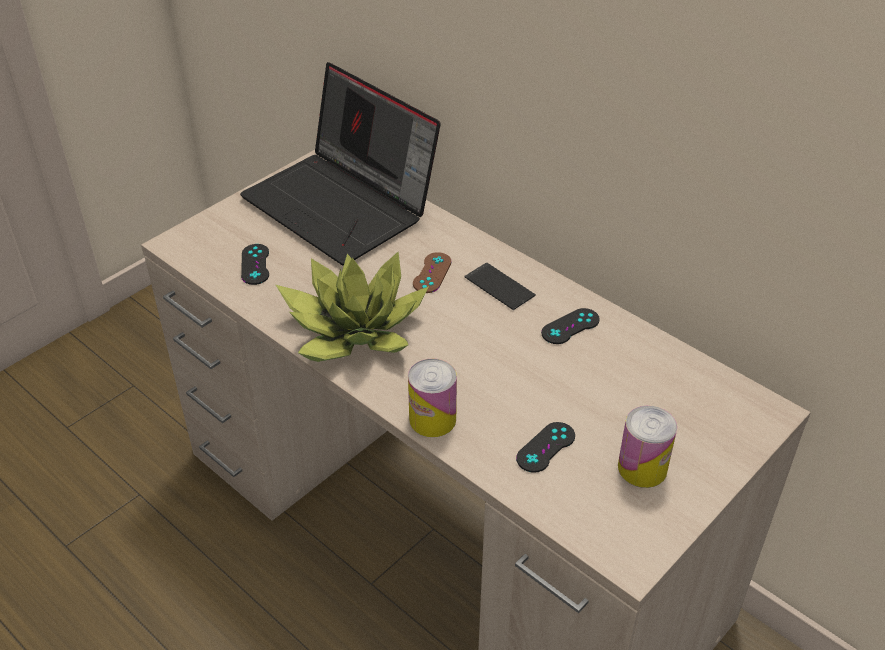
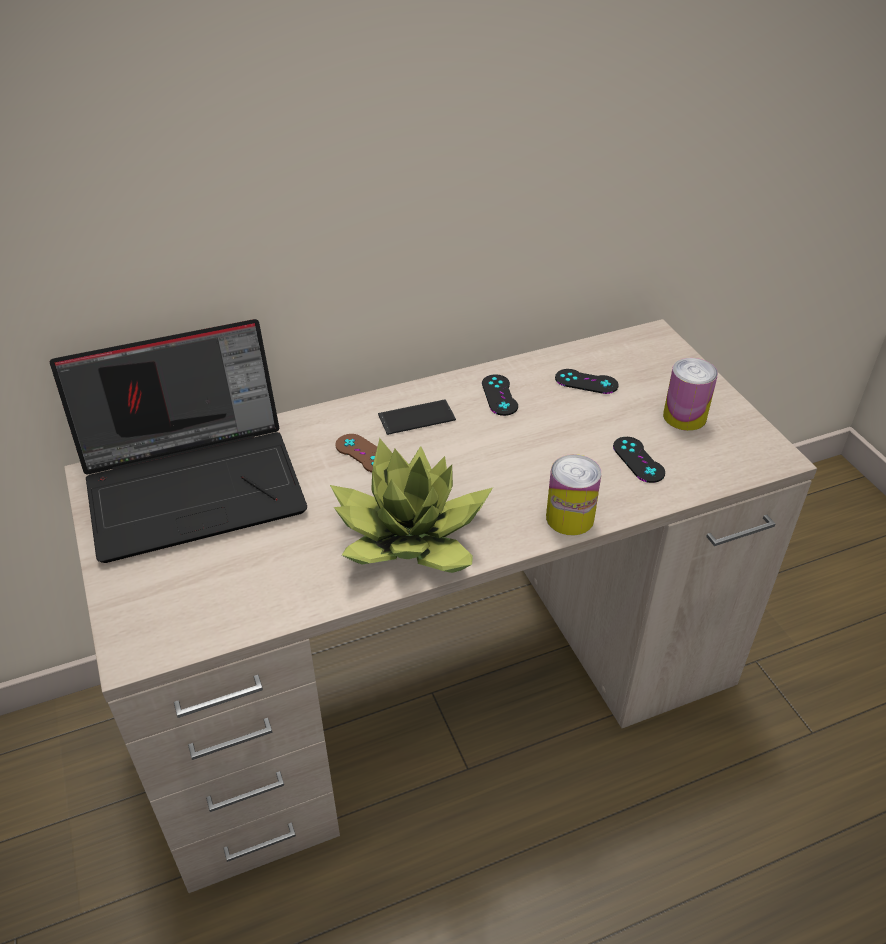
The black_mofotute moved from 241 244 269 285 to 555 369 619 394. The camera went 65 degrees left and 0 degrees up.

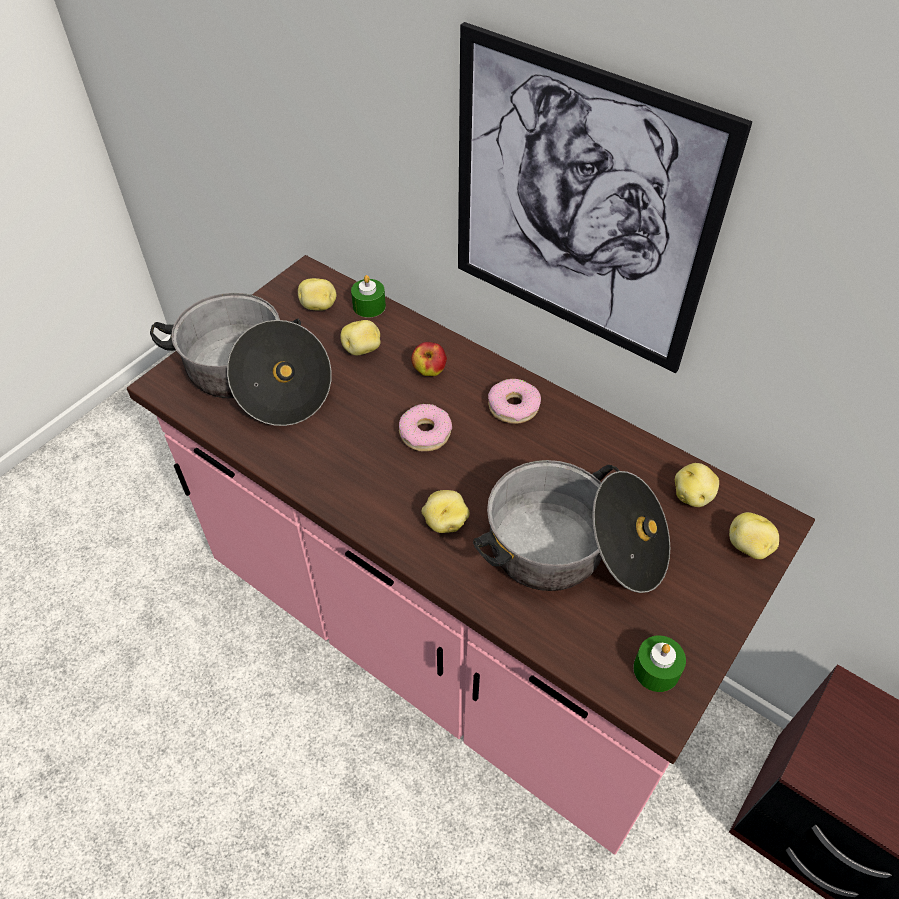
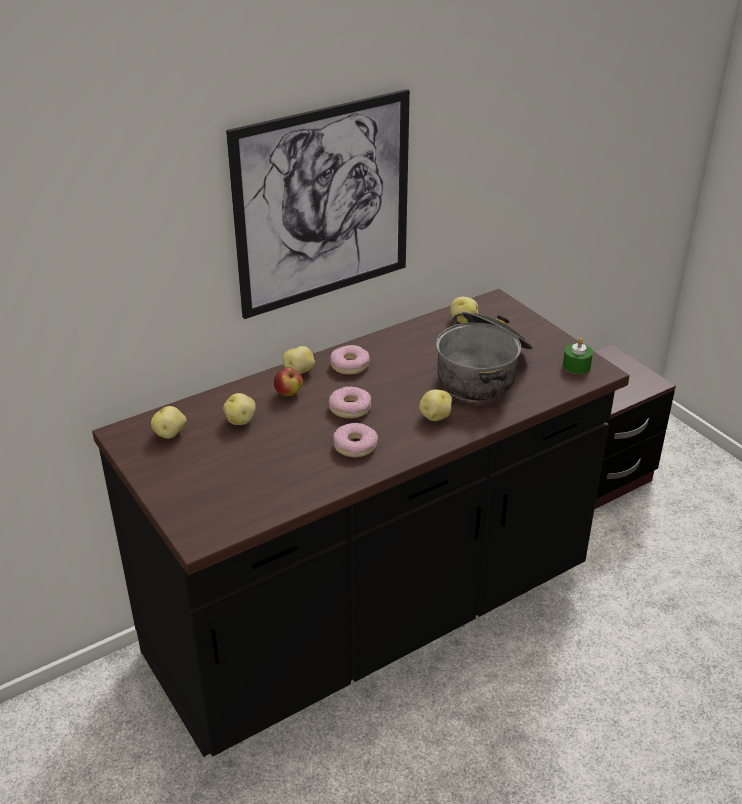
The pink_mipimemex at 127 255 815 855 became the black_mipimemex at 92 289 630 757. The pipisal moved from 729 512 779 559 to 283 346 315 374. The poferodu at 333 423 378 457 appeared. The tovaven at 150 293 332 426 disappeared. The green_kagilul at 351 275 386 318 disappeared. The camera went 70 degrees left and 15 degrees down.

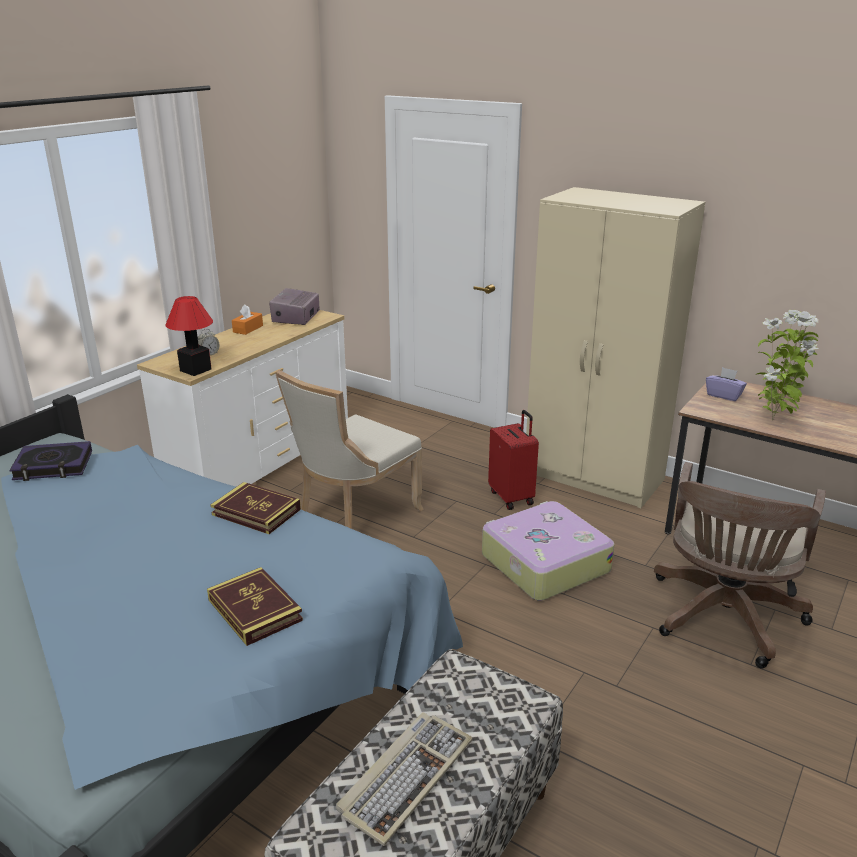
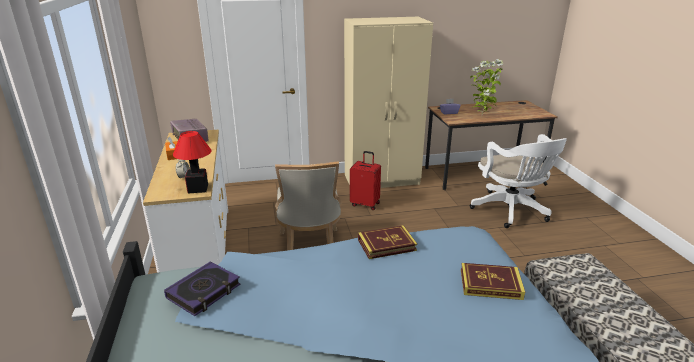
The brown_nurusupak at 654 462 826 668 became the white_nurusupak at 470 134 567 228. The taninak at 336 712 473 846 disappeared. The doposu at 482 501 615 601 disappeared. The camera went 45 degrees left and 0 degrees up.

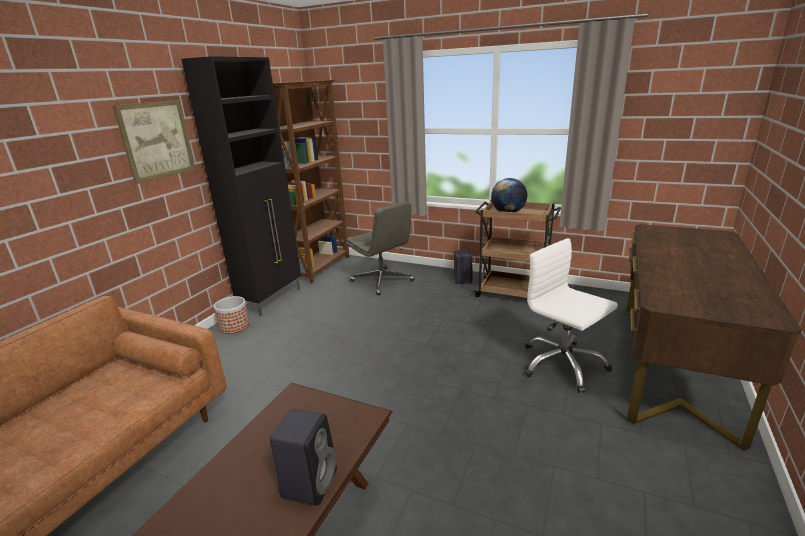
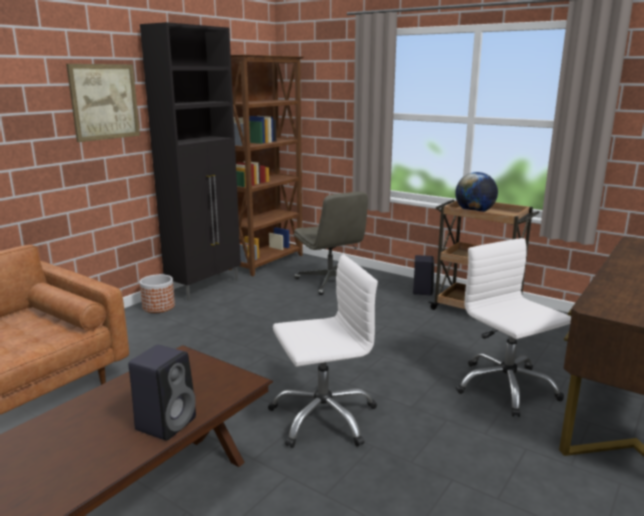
The white_nurusupak at 268 255 378 448 appeared. The camera went 10 degrees right and 5 degrees down.

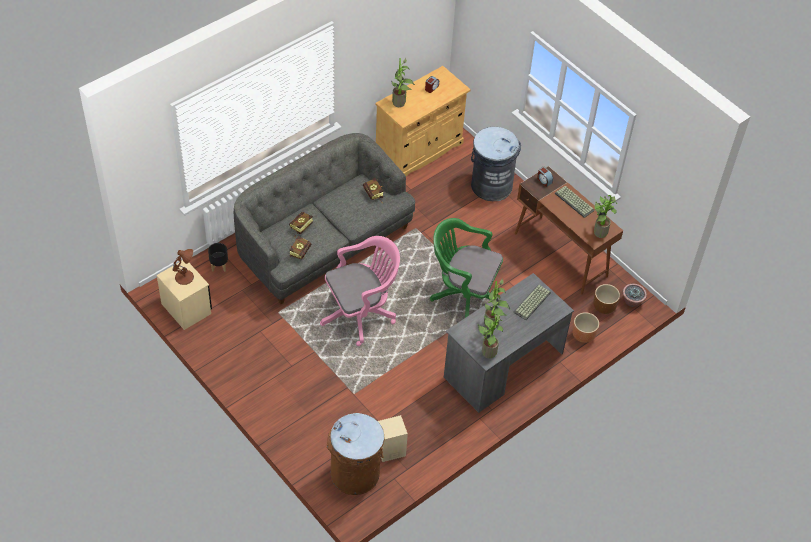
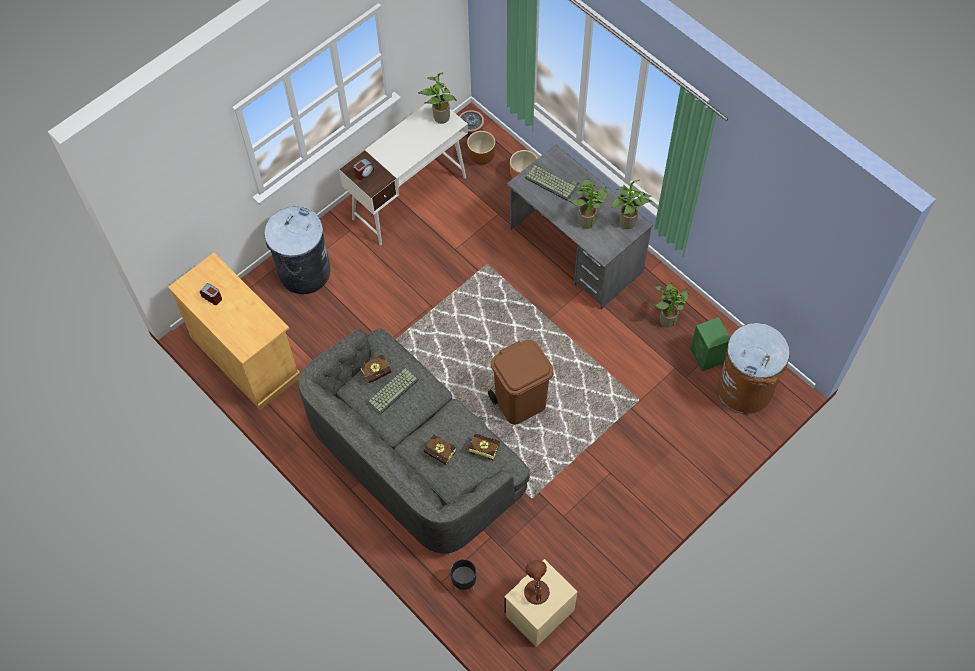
The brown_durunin at 515 166 623 295 became the white_durunin at 339 103 468 245. The taninak moved from 555 186 595 218 to 367 368 419 415. The pink_nurusupak at 320 236 400 346 was replaced by the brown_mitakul at 488 340 554 425. The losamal moved from 391 58 415 107 to 653 283 689 328. The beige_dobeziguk at 378 415 408 462 became the green_dobeziguk at 690 317 730 371. The green_nurusupak at 430 218 503 318 disappeared. The camera went 90 degrees left and 10 degrees up.

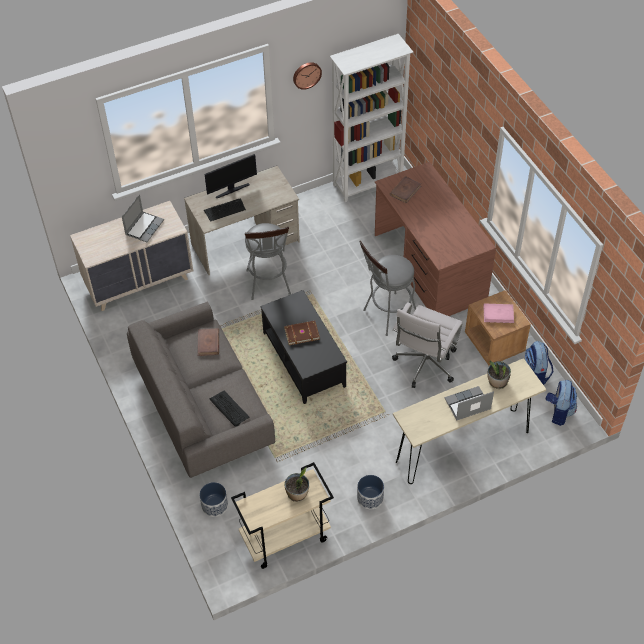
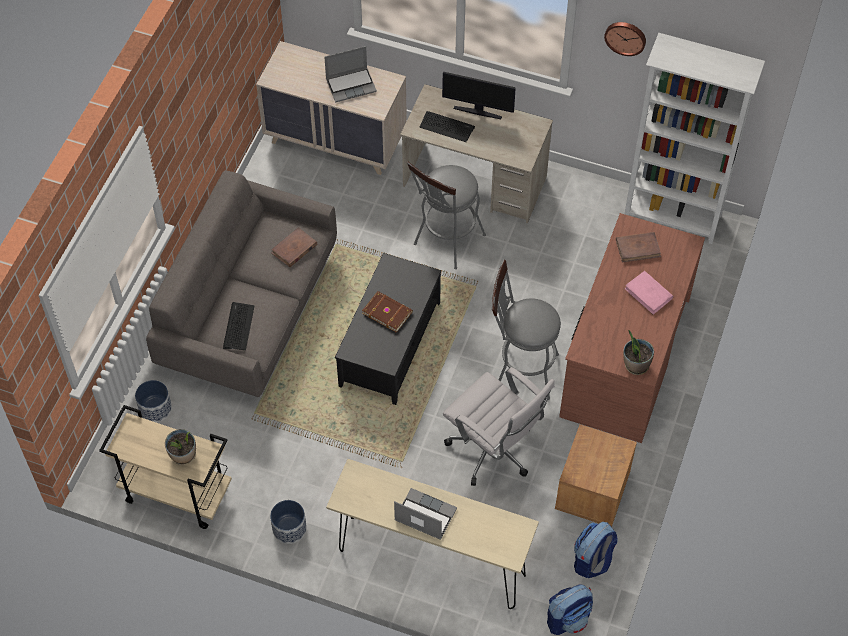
The white_nurusupak at 392 302 463 388 turned 120 degrees counterclockwise. The losamal moved from 487 361 511 389 to 623 330 654 375. The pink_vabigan moved from 483 303 514 323 to 625 271 673 315. The camera went 45 degrees right and 5 degrees up.

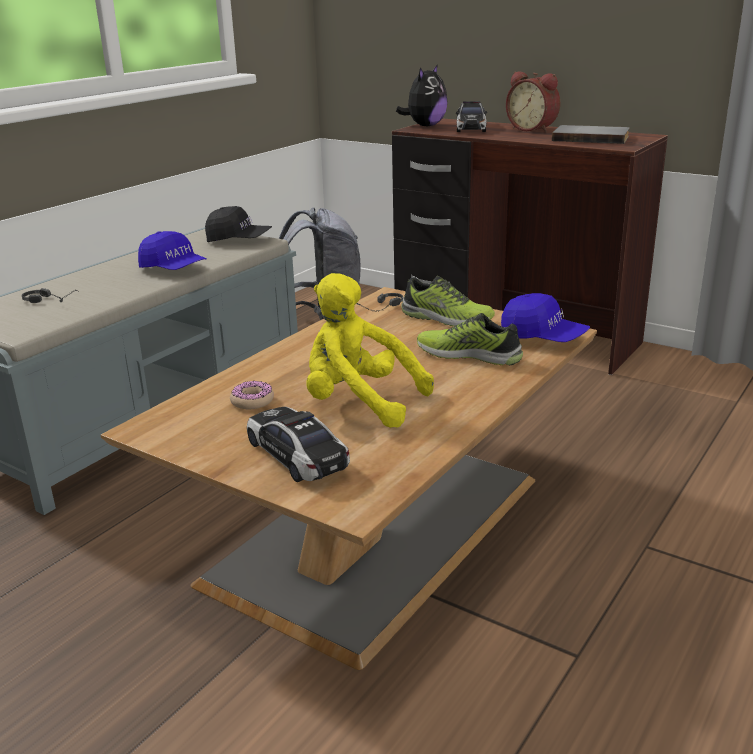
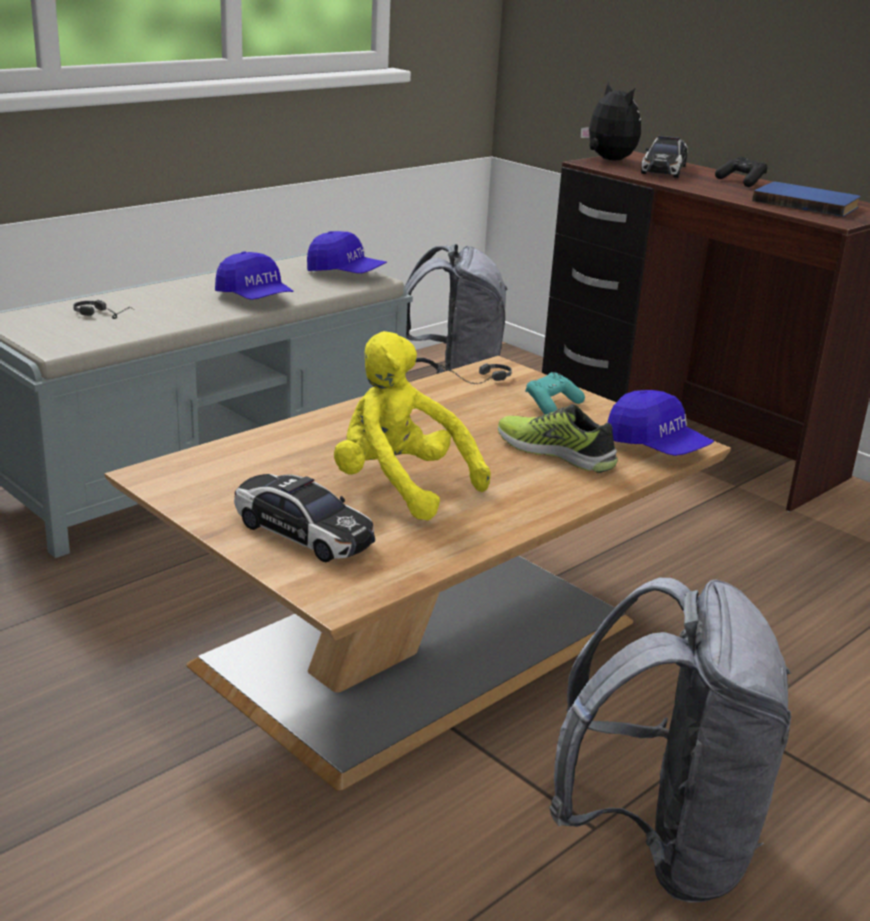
The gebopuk at 247 407 350 482 turned 150 degrees clockwise. The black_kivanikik at 205 206 272 242 became the blue_kivanikik at 307 231 387 273. The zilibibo at 401 276 495 326 was replaced by the turquoise_mofotute at 525 372 585 414. The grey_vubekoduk at 549 578 791 903 appeared. The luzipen at 396 64 448 126 turned 75 degrees counterclockwise. The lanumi at 506 71 560 132 was replaced by the black_mofotute at 715 157 767 187. The grey_vabigan at 552 125 630 144 became the blue_vabigan at 752 182 861 217. The poferodu at 230 380 274 409 disappeared. The camera went 10 degrees right and 0 degrees up.

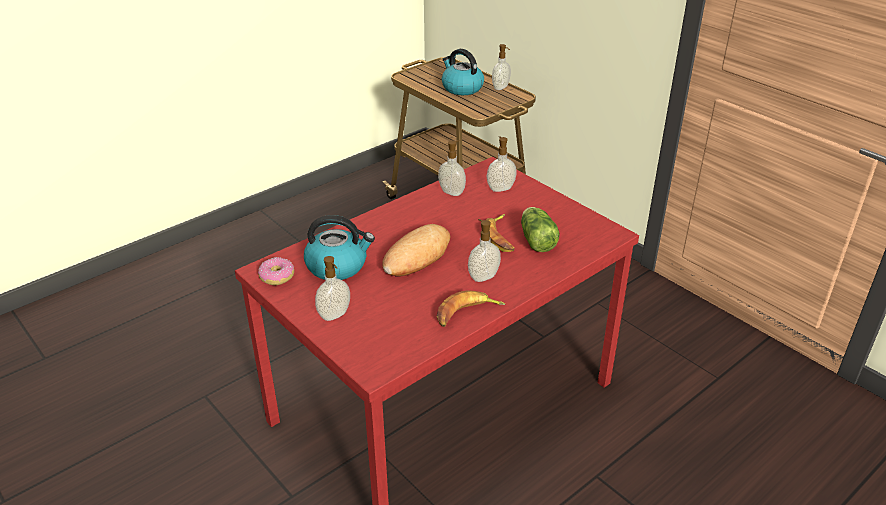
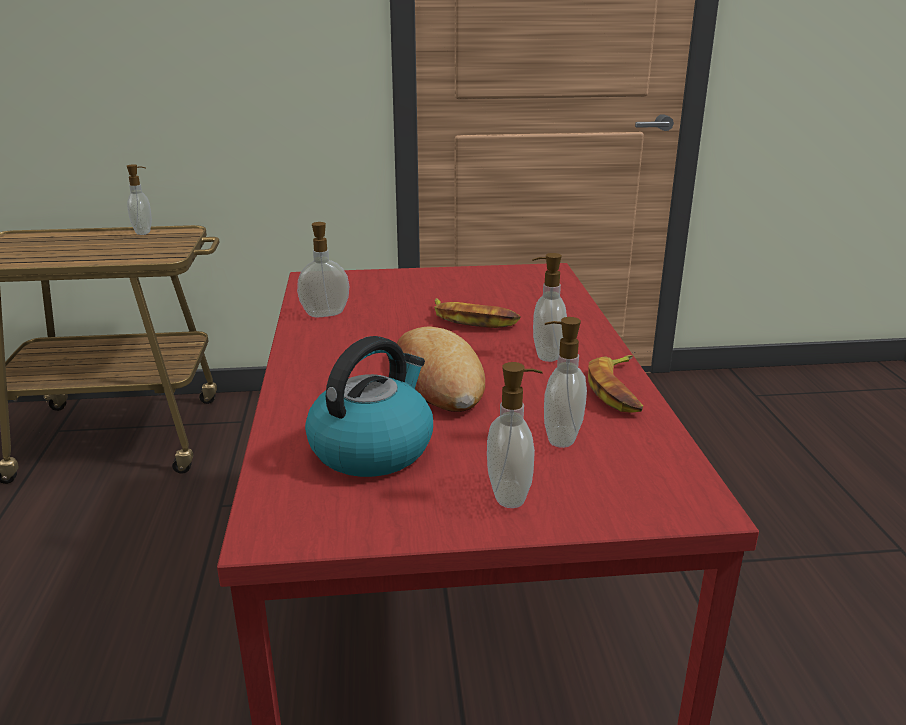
The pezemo moved from 487 136 517 192 to 544 317 587 448. The poferodu at 258 257 294 285 disappeared. The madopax at 442 49 484 95 disappeared. The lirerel at 521 207 560 252 disappeared. The camera went 55 degrees left and 10 degrees down.

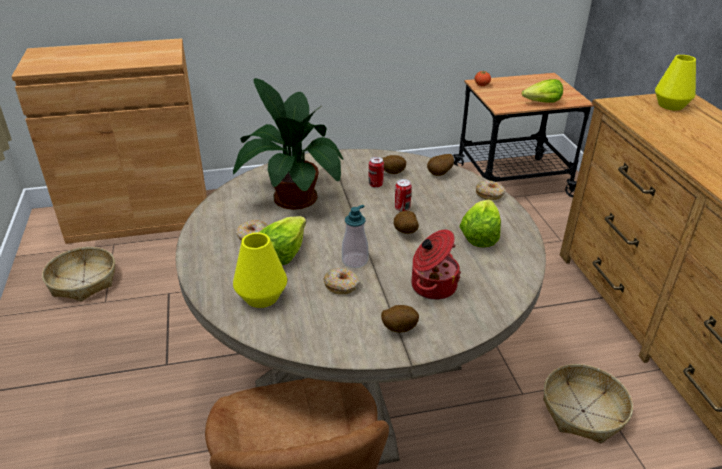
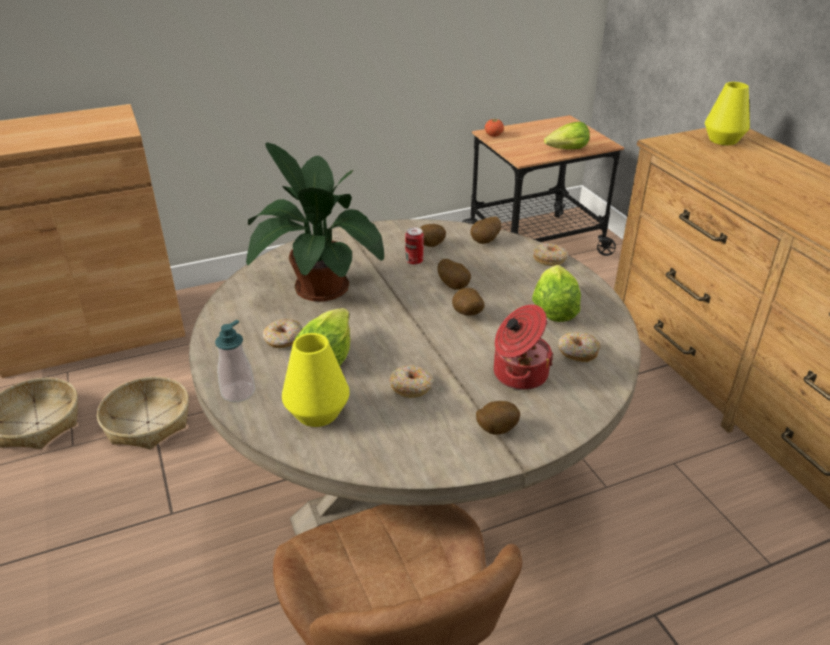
The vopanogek moved from 543 364 633 444 to 97 377 189 449. The pezemo moved from 342 205 368 268 to 215 320 255 402. The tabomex at 395 179 412 211 was replaced by the pipisal at 438 259 471 290. The poferodu at 558 332 601 362 appeared. The camera went 10 degrees left and 0 degrees up.

